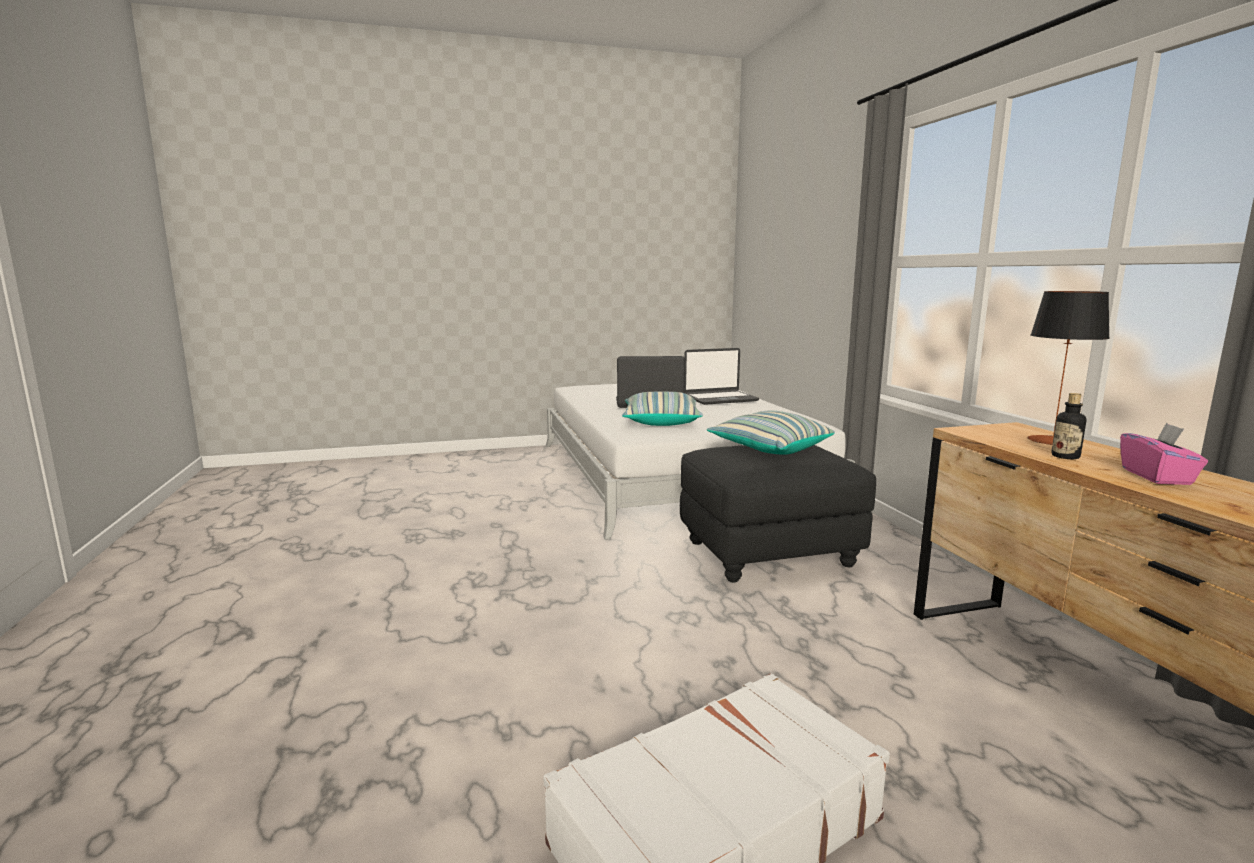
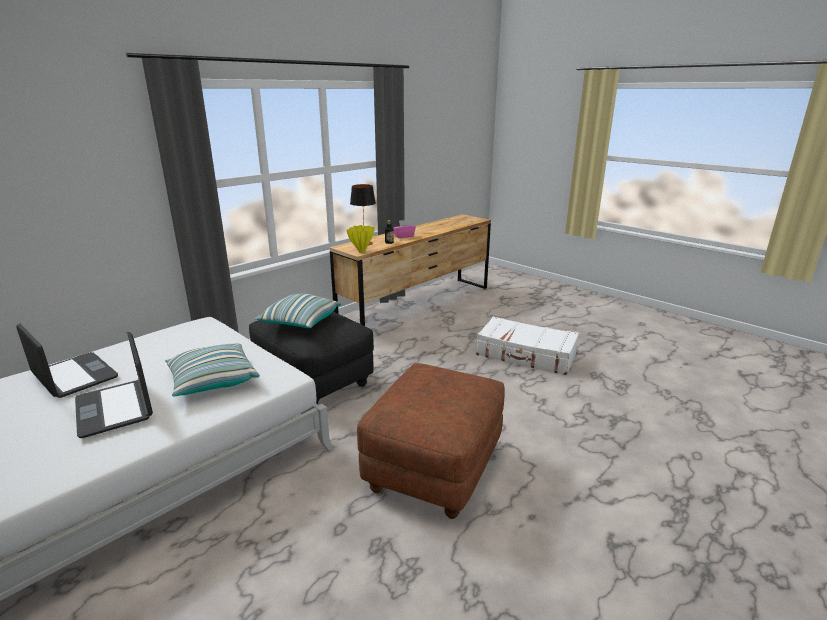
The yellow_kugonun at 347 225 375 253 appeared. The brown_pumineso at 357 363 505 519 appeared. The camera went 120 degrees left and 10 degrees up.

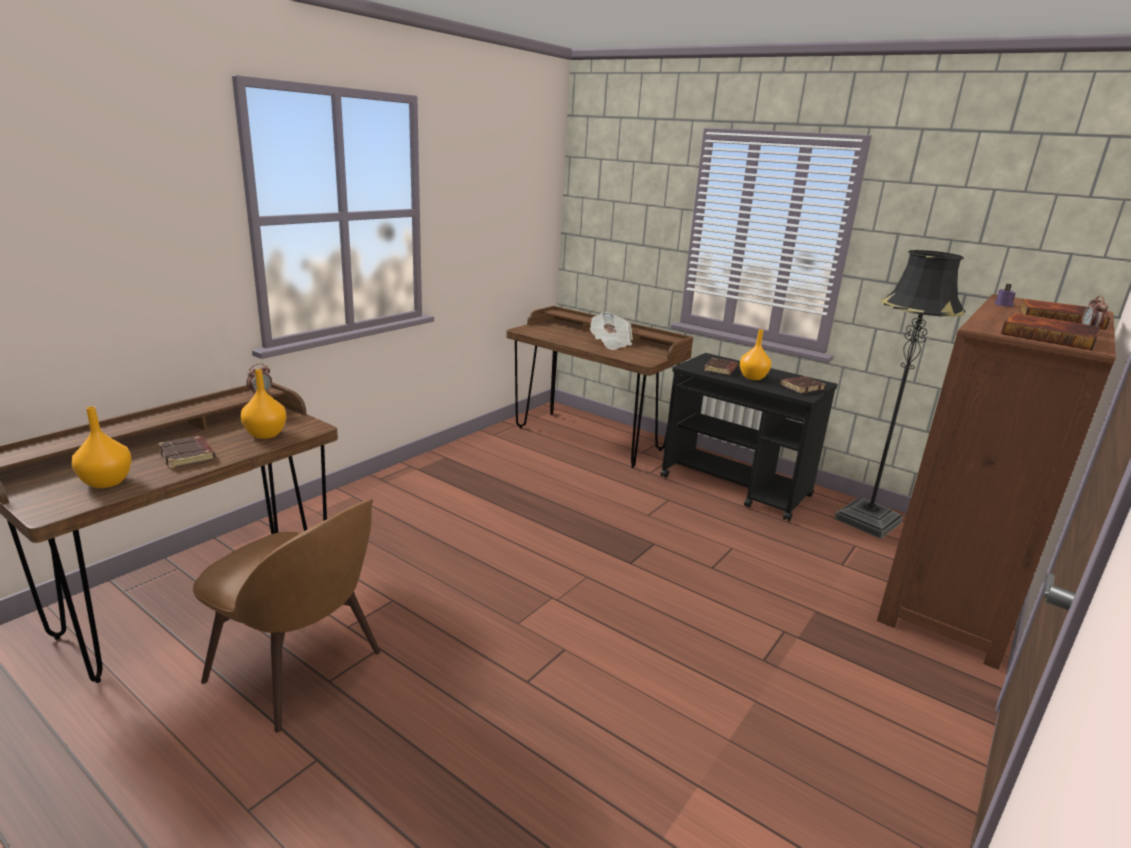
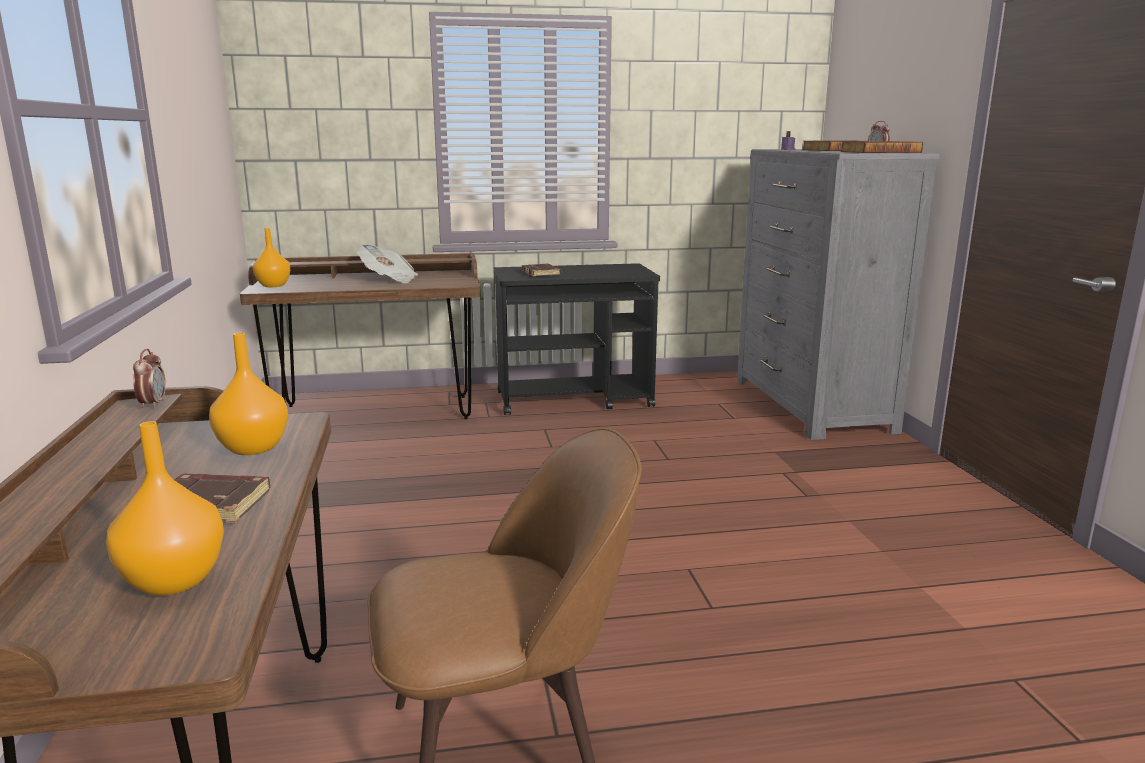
The orange_kugonun moved from 740 329 771 380 to 253 228 290 287. The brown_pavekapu at 877 294 1116 670 became the grey_pavekapu at 737 149 940 440. The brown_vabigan at 780 376 826 393 disappeared. The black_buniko at 835 250 966 539 disappeared. The camera went 45 degrees left and 5 degrees down.

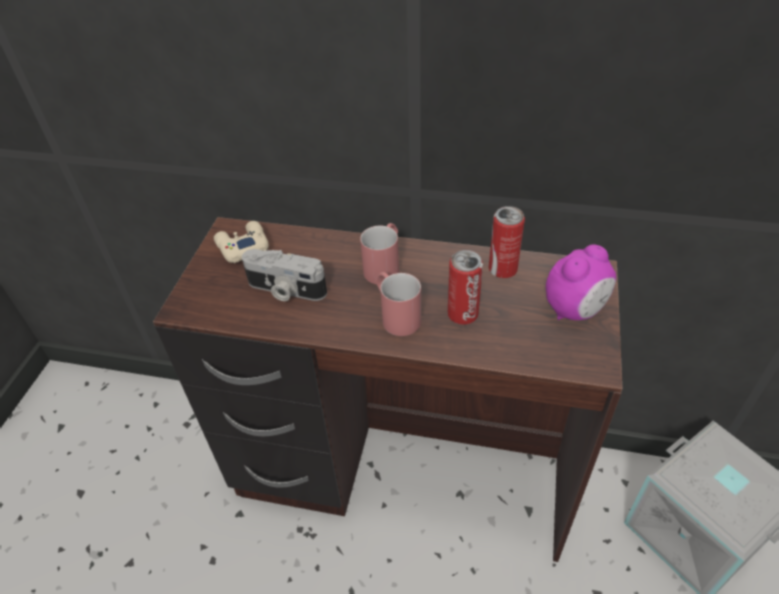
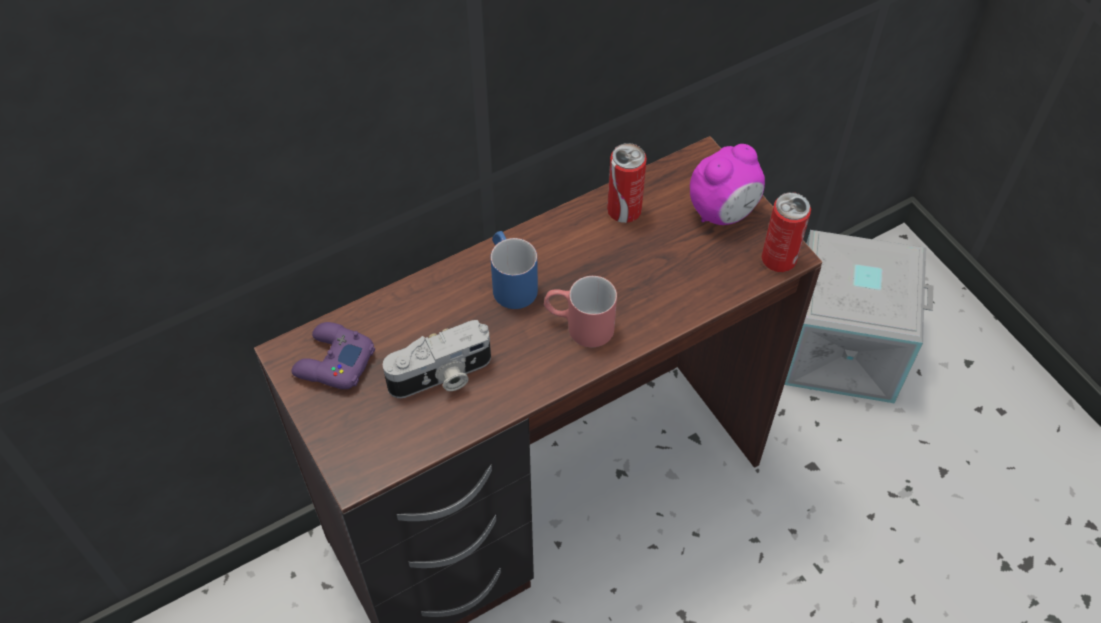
The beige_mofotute at 214 221 269 263 became the purple_mofotute at 291 322 375 389. The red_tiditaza at 360 223 399 284 became the blue_tiditaza at 491 231 538 309. The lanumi at 546 244 616 320 turned 45 degrees clockwise. The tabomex moved from 448 250 483 325 to 762 192 811 272. The camera went 45 degrees left and 10 degrees up.

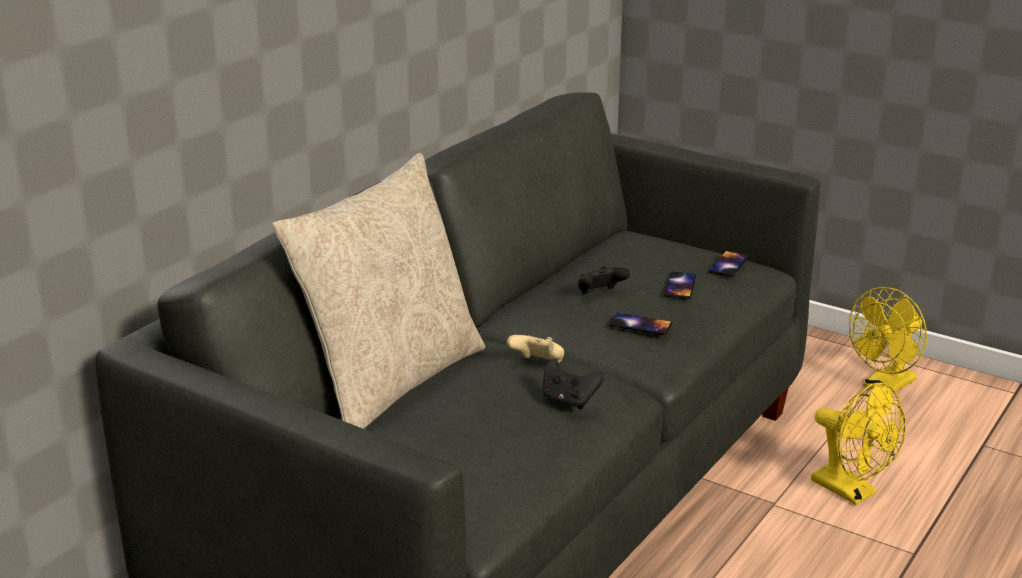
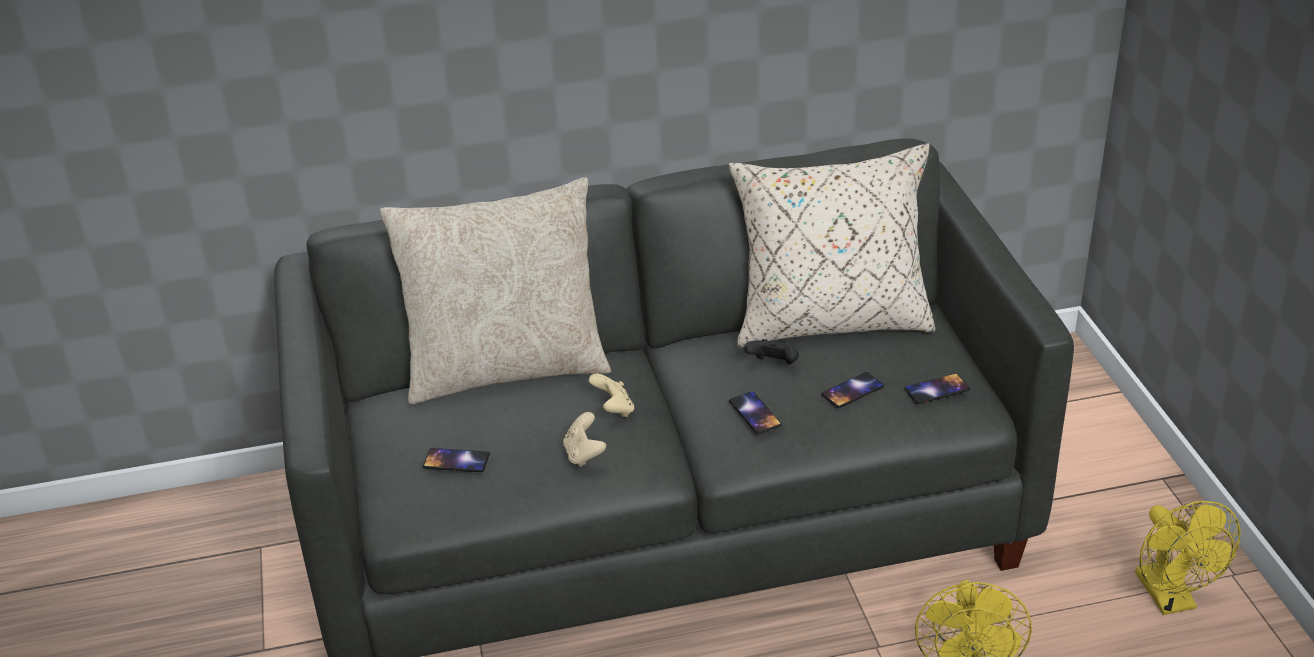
The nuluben at 423 448 490 472 appeared. The black_mofotute at 543 359 604 409 became the beige_mofotute at 563 412 606 467. The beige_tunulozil at 728 143 936 348 appeared. The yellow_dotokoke at 849 287 927 394 turned 105 degrees counterclockwise. The camera went 45 degrees right and 10 degrees up.

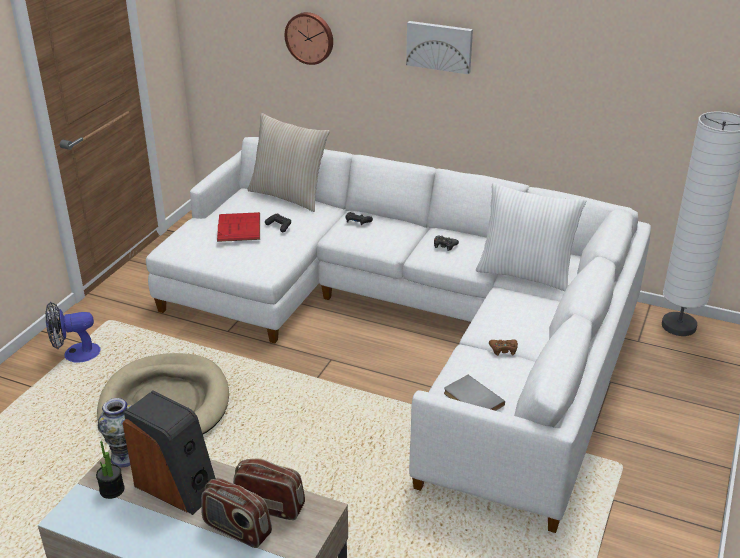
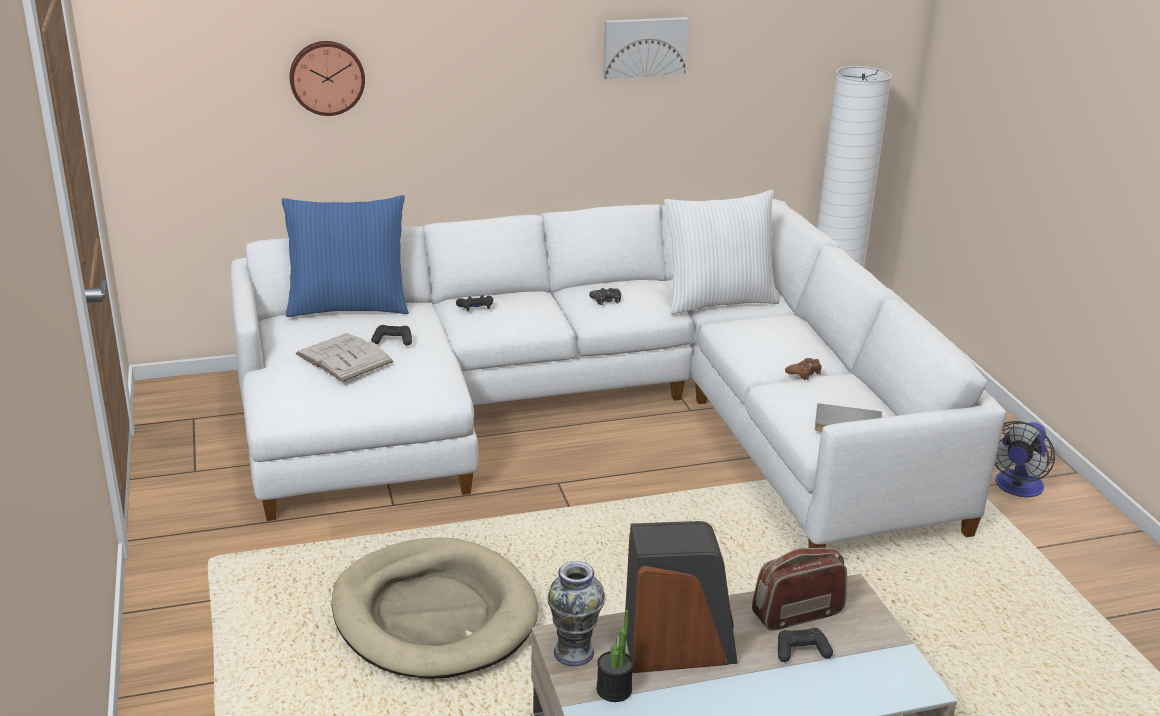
The beige_tunulozil at 248 113 330 212 became the blue_tunulozil at 282 195 409 317. The red_vabigan at 217 212 260 242 became the white_vabigan at 295 333 394 382. The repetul moved from 406 21 473 74 to 603 17 689 79. The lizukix at 201 478 272 548 was replaced by the black_mofotute at 778 628 833 662. The dotokoke moved from 45 302 101 363 to 995 421 1055 497. The camera went 40 degrees left and 5 degrees down.

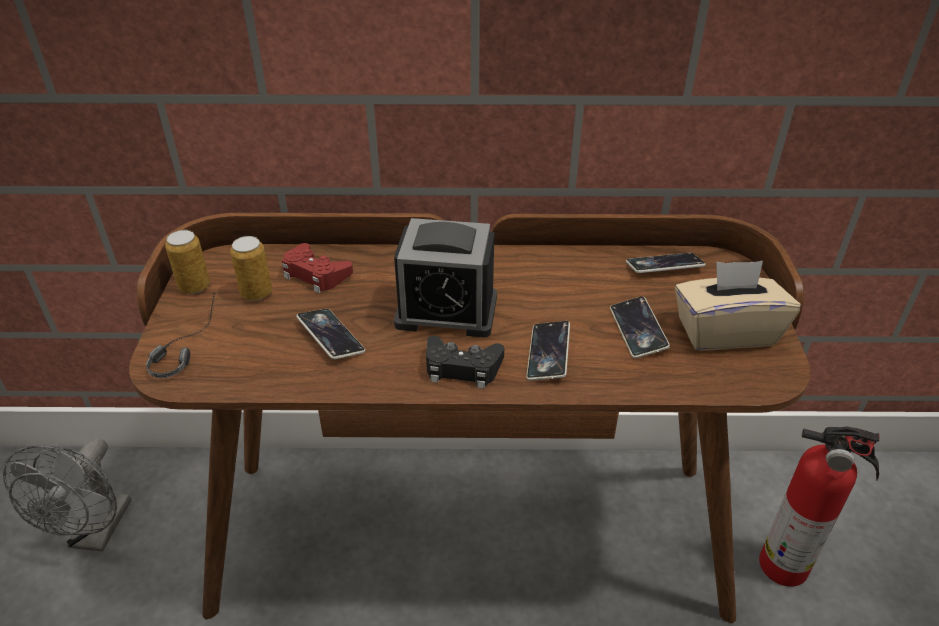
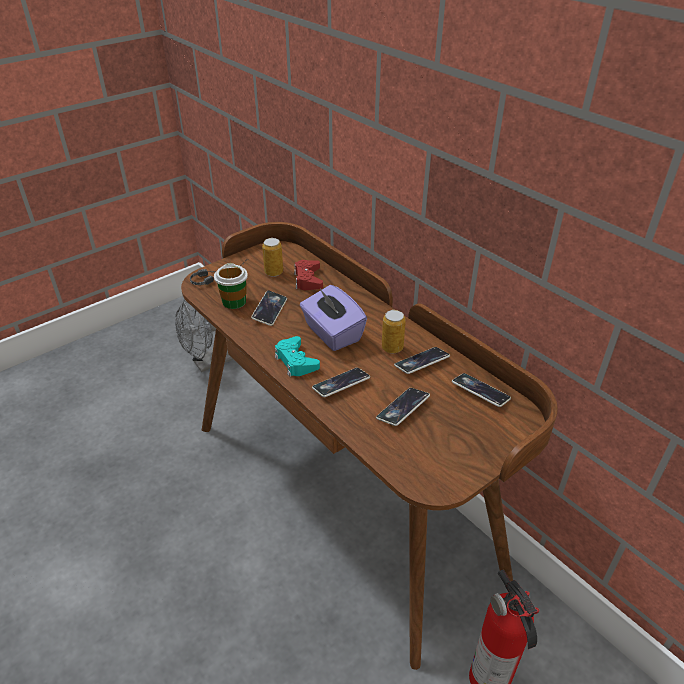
The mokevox at 214 263 248 309 appeared. The black_mofotute at 426 336 504 389 became the turquoise_mofotute at 275 336 320 377. The lanumi at 394 218 497 337 was replaced by the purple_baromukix at 300 285 367 351. The tabomex moved from 165 230 210 294 to 382 310 406 353. The nuluben at 394 347 450 374 appeared. The beige_baromukix at 675 261 801 351 disappeared. The camera went 50 degrees right and 0 degrees up.

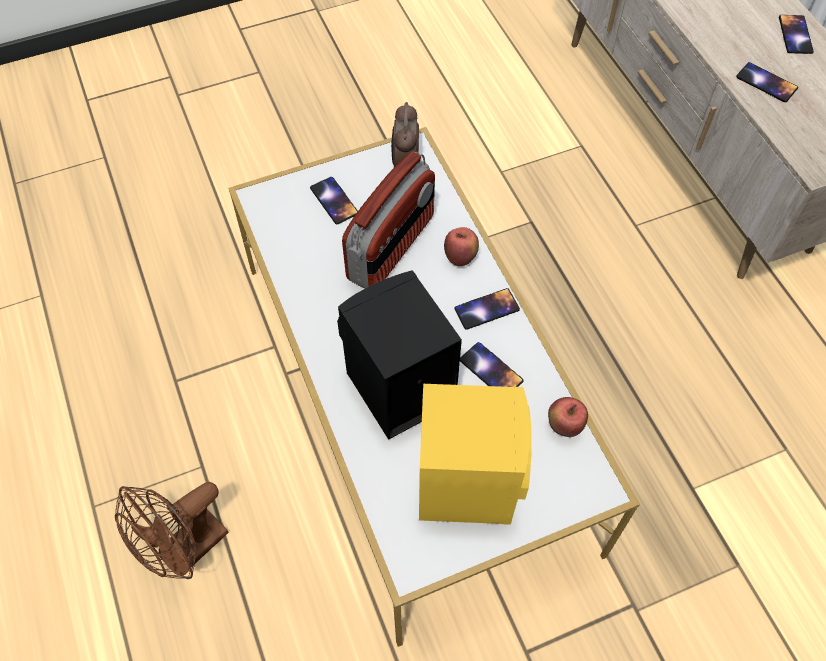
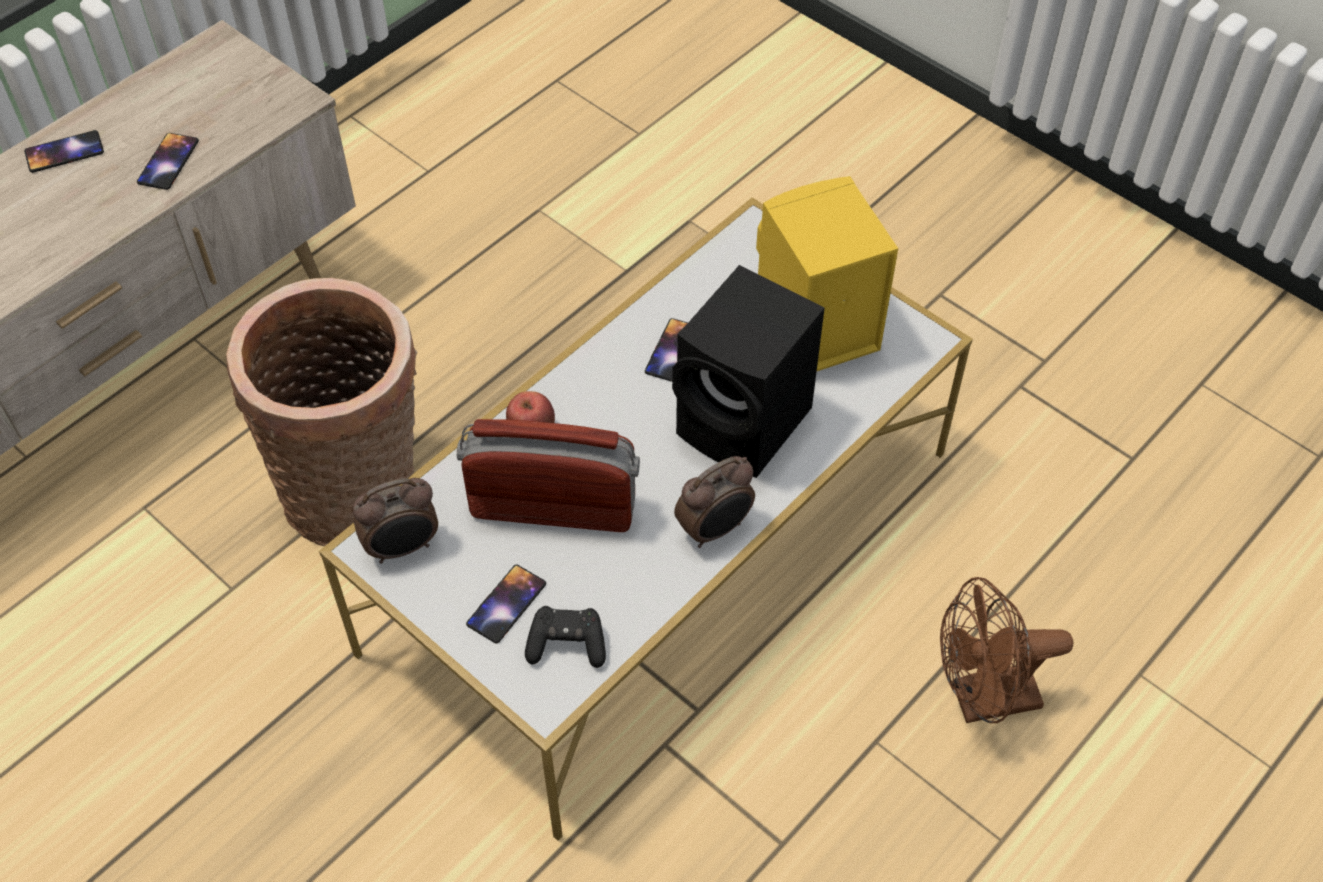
The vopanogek at 226 278 418 546 appeared. The black_mofotute at 525 606 606 668 appeared. The lanumi at 674 456 755 548 appeared. The brown_dotokoke at 115 482 229 579 turned 150 degrees clockwise. The nuluben at 454 288 520 330 disappeared. The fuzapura at 548 397 588 437 disappeared. The camera went 115 degrees left and 5 degrees down.

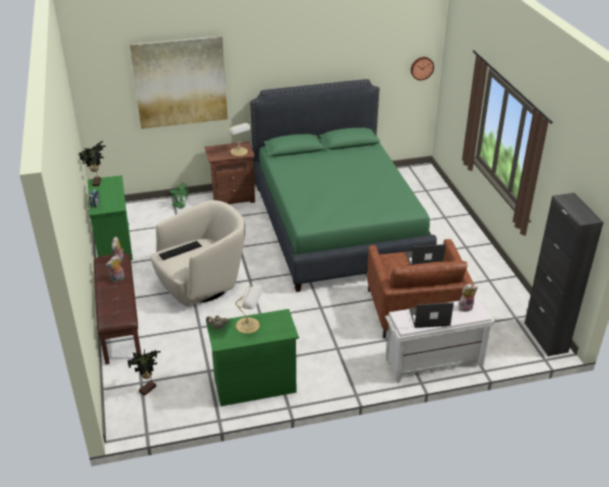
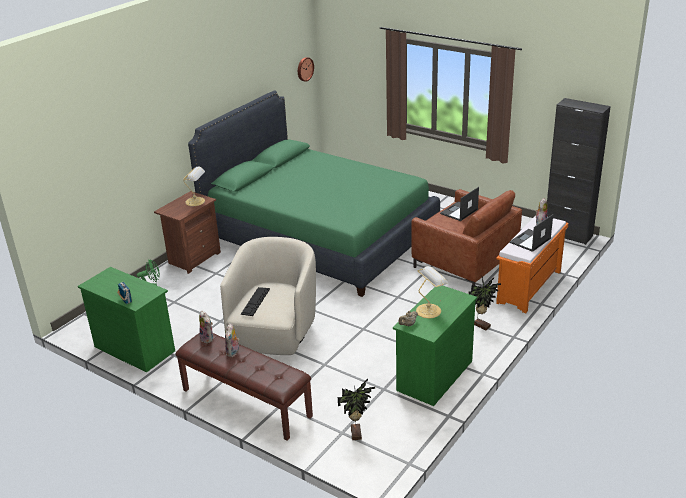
The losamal moved from 79 141 106 186 to 469 277 501 330. The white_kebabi at 385 298 495 383 became the orange_kebabi at 496 216 568 313. The repetul at 130 36 228 129 disappeared. The camera went 40 degrees left and 5 degrees down.

